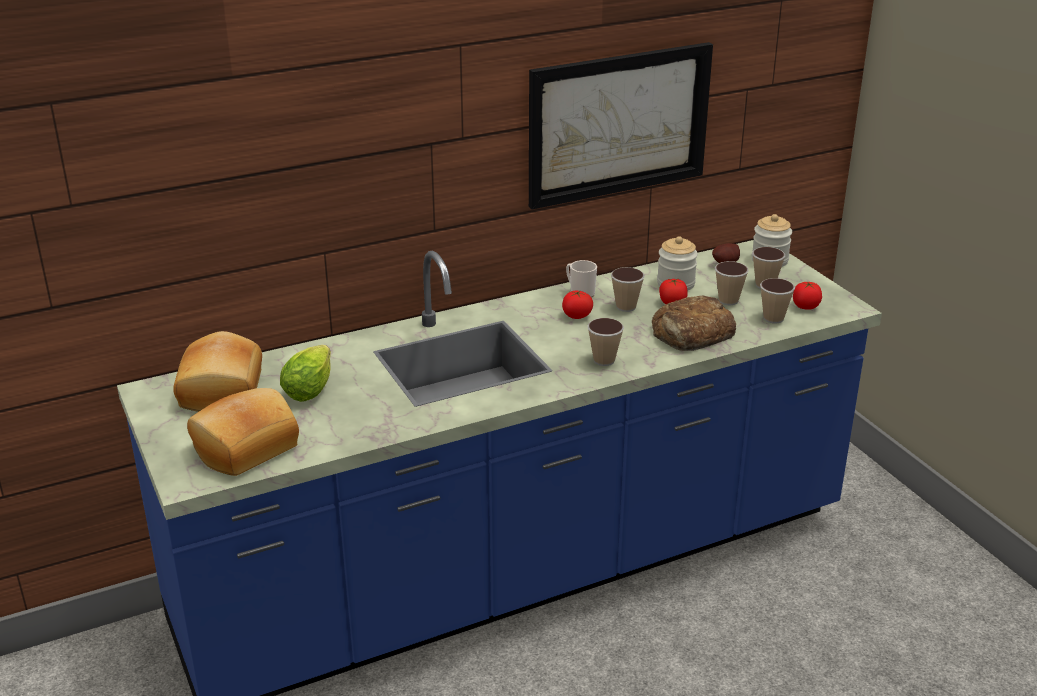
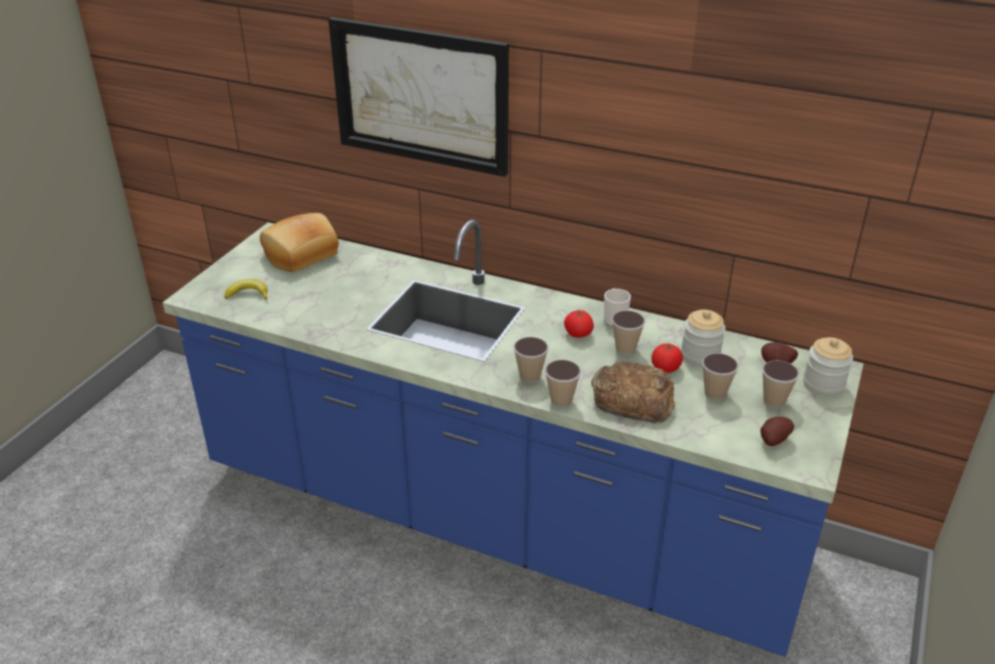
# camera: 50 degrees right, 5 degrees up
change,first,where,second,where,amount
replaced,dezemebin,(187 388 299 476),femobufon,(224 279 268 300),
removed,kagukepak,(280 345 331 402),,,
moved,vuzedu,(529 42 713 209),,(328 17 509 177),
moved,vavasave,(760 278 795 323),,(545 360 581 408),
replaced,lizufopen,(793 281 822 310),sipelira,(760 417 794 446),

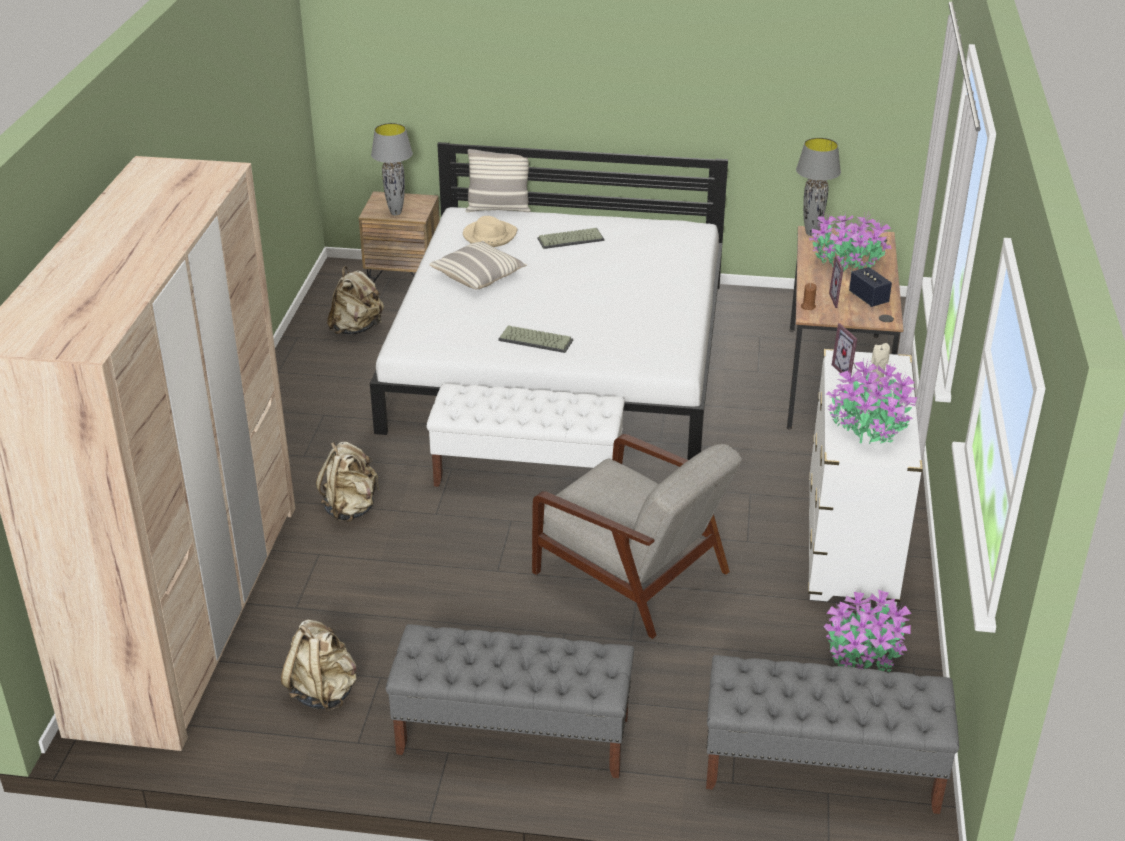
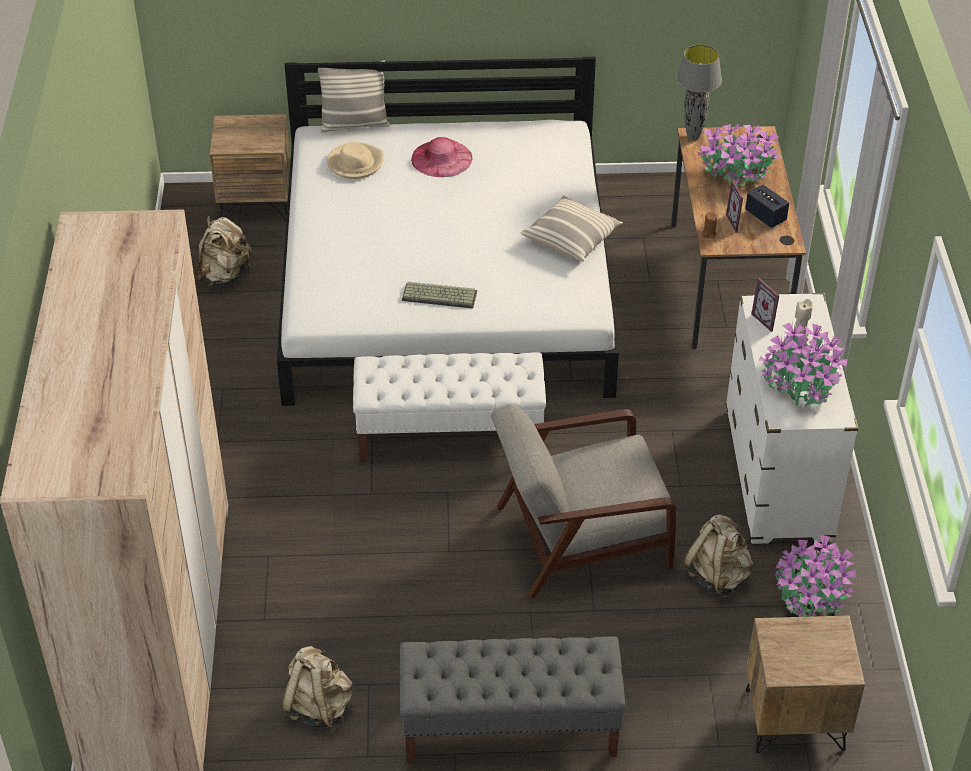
# camera: 10 degrees left, 10 degrees up
change,first,where,second,where,amount
moved,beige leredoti,(316 442 379 522),,(684 514 753 598),
removed,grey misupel,(371 123 413 215),,,
moved,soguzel,(429 241 527 289),,(521 195 623 262),
turned,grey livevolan,(532 434 741 639),,(491 404 678 599),135 degrees clockwise
replaced,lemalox,(538 228 604 249),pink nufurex,(411 137 472 177),
replaced,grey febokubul,(706 655 959 814),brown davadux,(746 616 865 753),

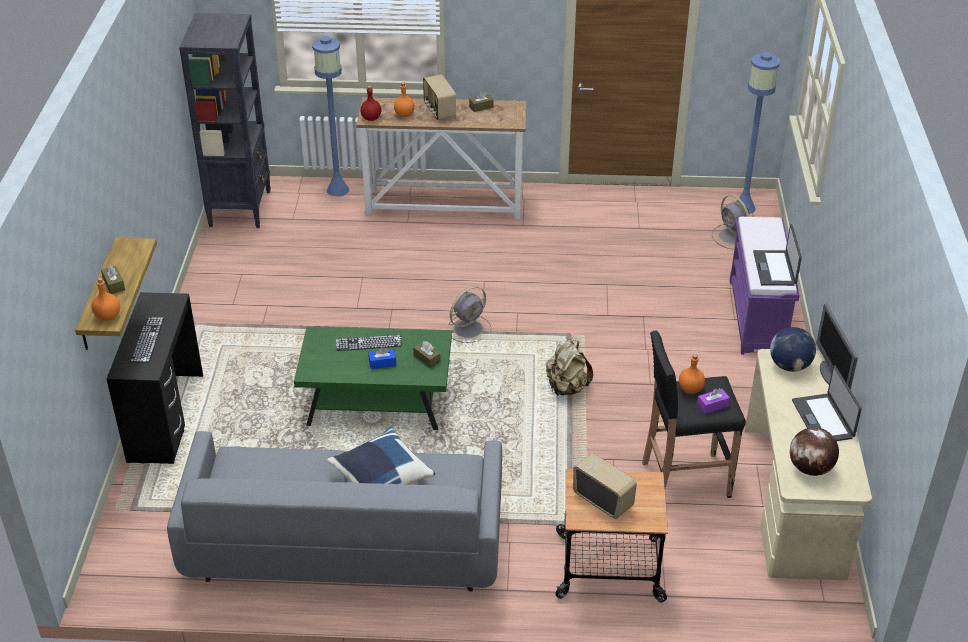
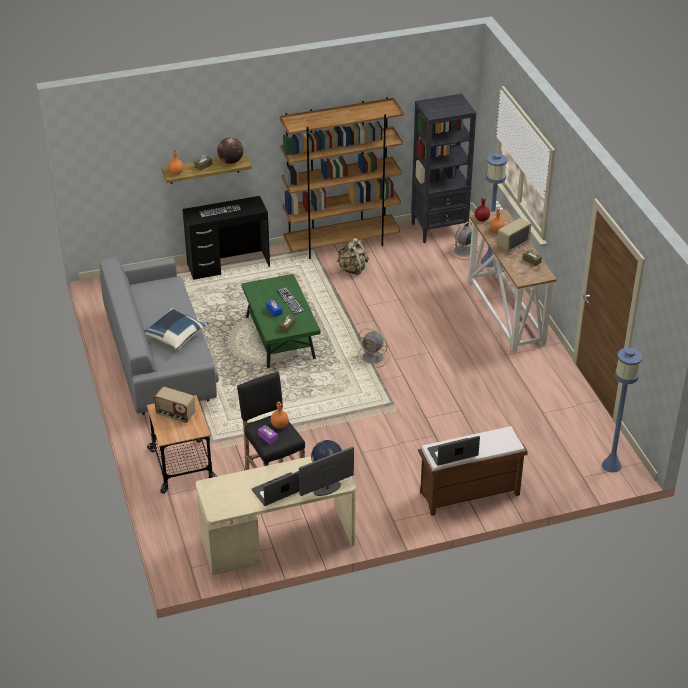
# camera: 70 degrees right, 0 degrees up
change,first,where,second,where,amount
moved,beige leredoti,(546 340 593 396),,(336 238 369 276),
turned,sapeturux,(573 453 637 519),,(154 387 195 423),90 degrees clockwise
moved,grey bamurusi,(712 195 749 249),,(450 222 477 260),
recoloured,purple febokubul,(729 217 800 354),brown febokubul,(418 426 528 516),
moved,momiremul,(790 427 839 476),,(217 138 243 164),
added,,,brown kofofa,(280 97 404 259),

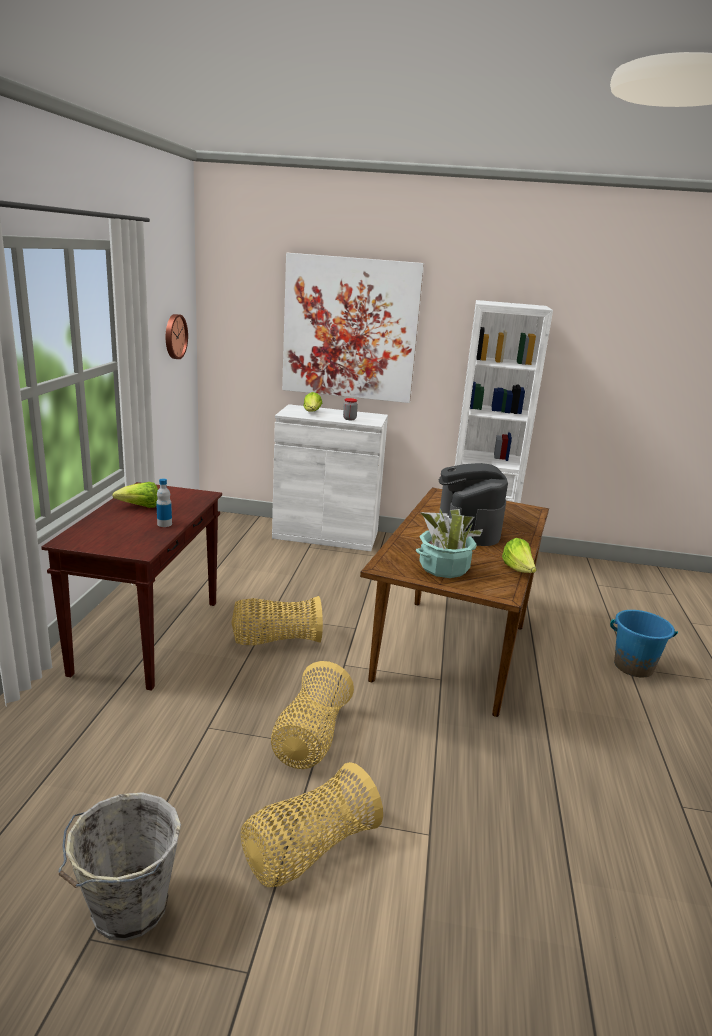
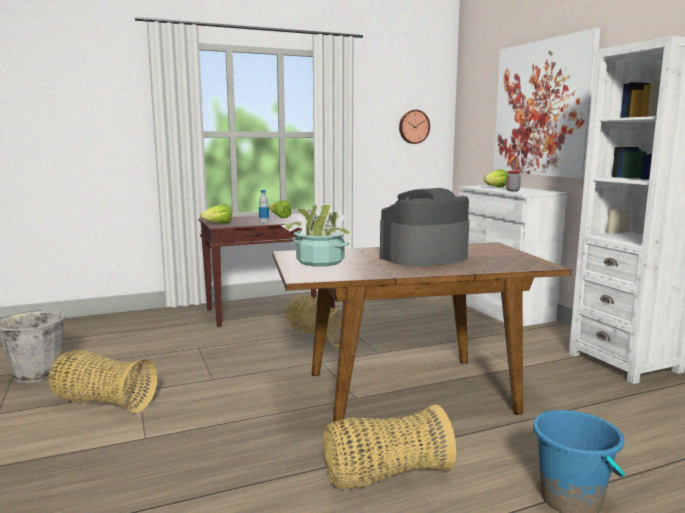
# camera: 60 degrees right, 10 degrees down
change,first,where,second,where,amount
moved,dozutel,(271 661 354 769),,(323 404 456 489),
moved,kagukepak,(502 538 537 573),,(200 204 232 223),

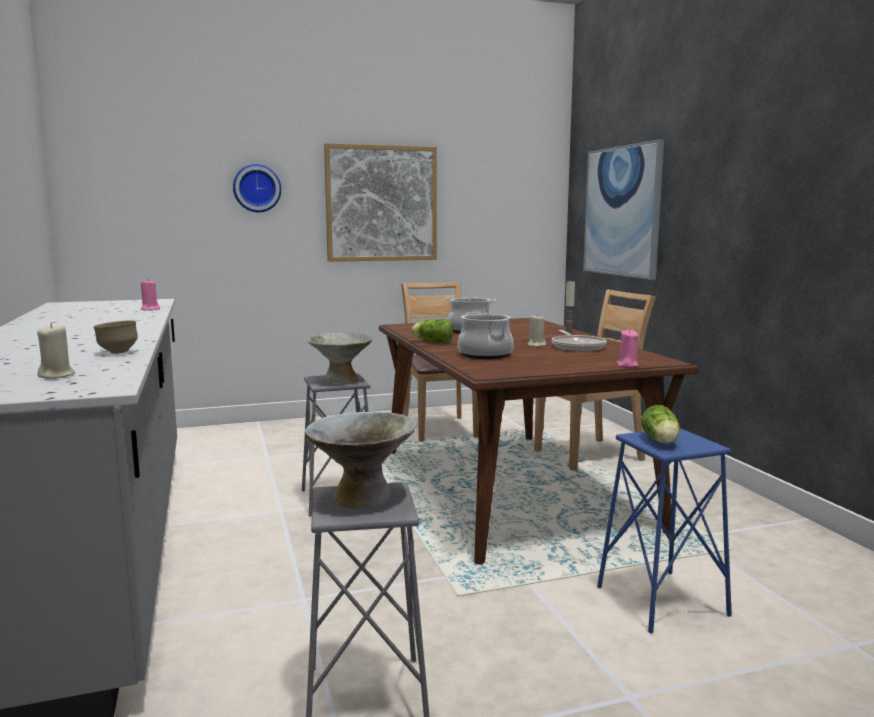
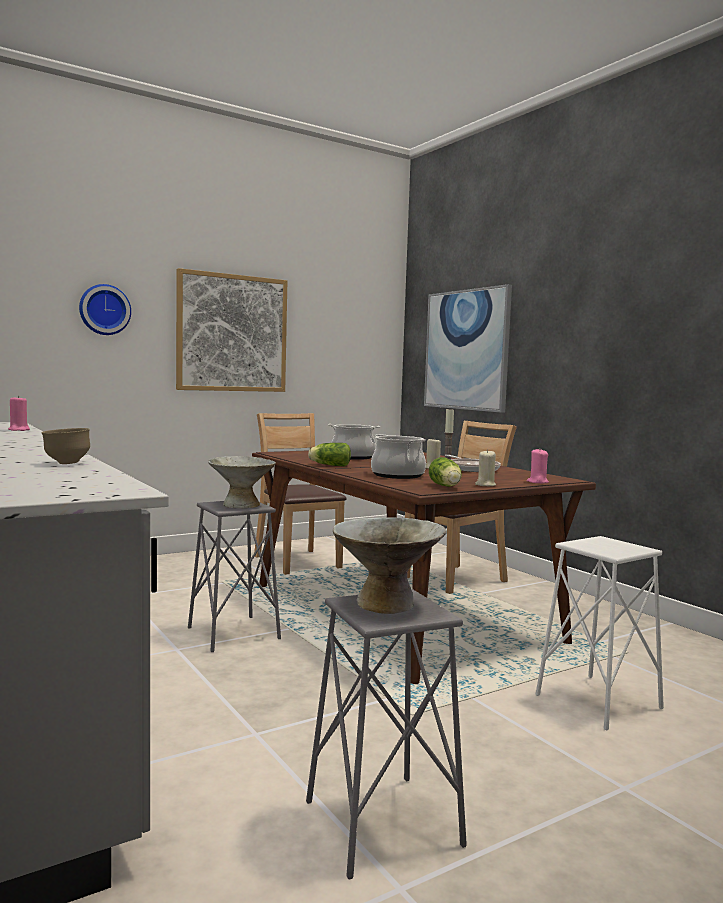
# camera: 15 degrees left, 5 degrees down
change,first,where,second,where,amount
moved,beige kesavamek,(37 323 75 379),,(475 449 496 486),
recoloured,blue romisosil,(597 428 732 634),white romisosil,(536 536 664 731),
moved,kagukepak,(641 405 680 444),,(429 457 462 487),

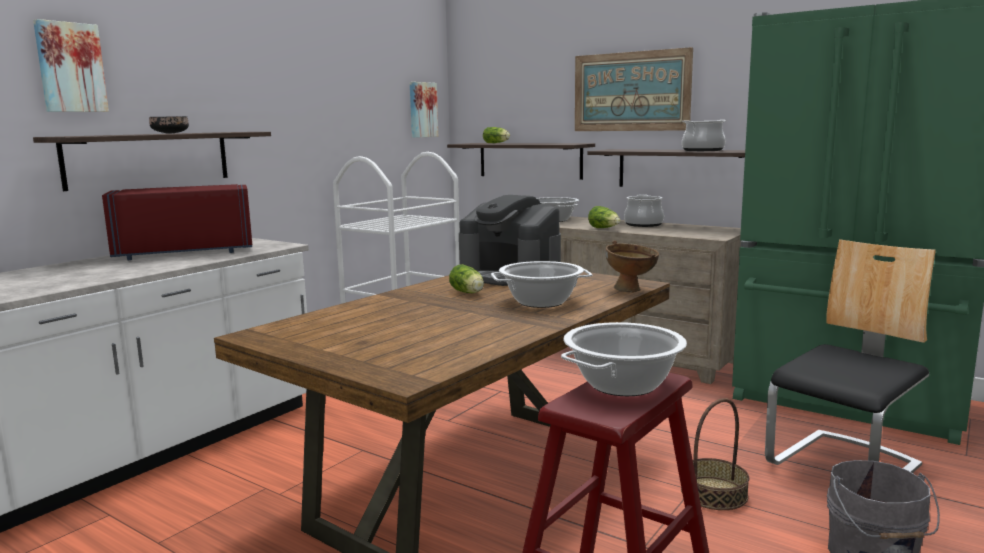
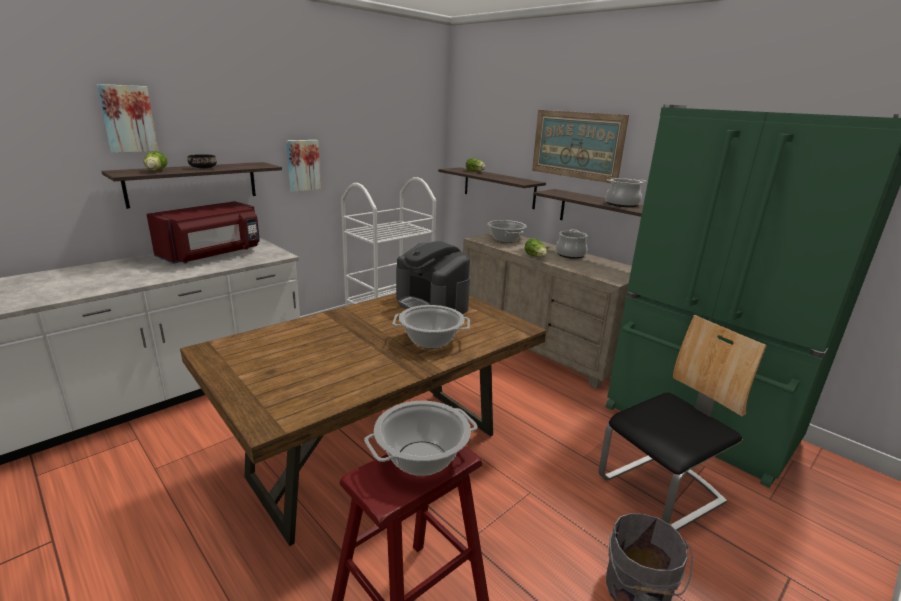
# camera: 10 degrees right, 10 degrees up
change,first,where,second,where,amount
turned,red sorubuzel,(102 184 252 260),,(146 201 260 264),135 degrees clockwise
moved,vuzedu,(410 82 438 138),,(286 140 321 192),
moved,kagukepak,(449 264 484 293),,(144 151 168 171),
removed,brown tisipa,(605 241 659 292),,,
removed,dozutel,(681 398 749 510),,,

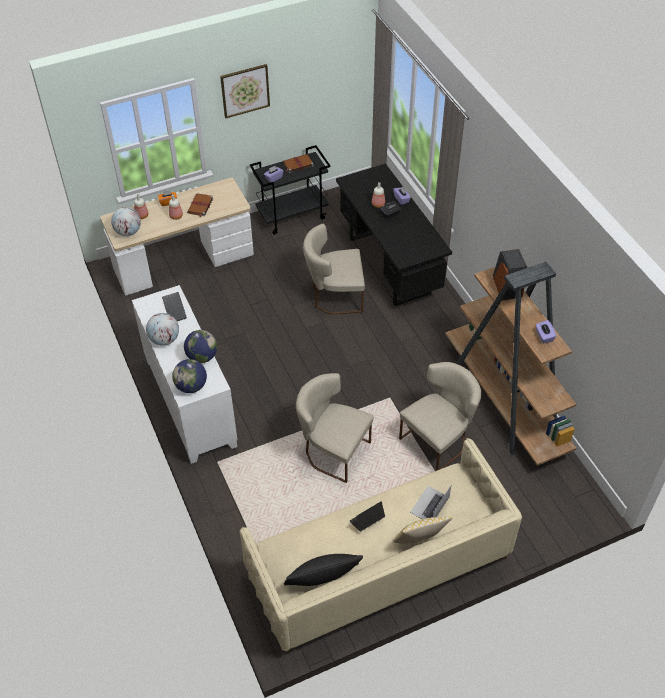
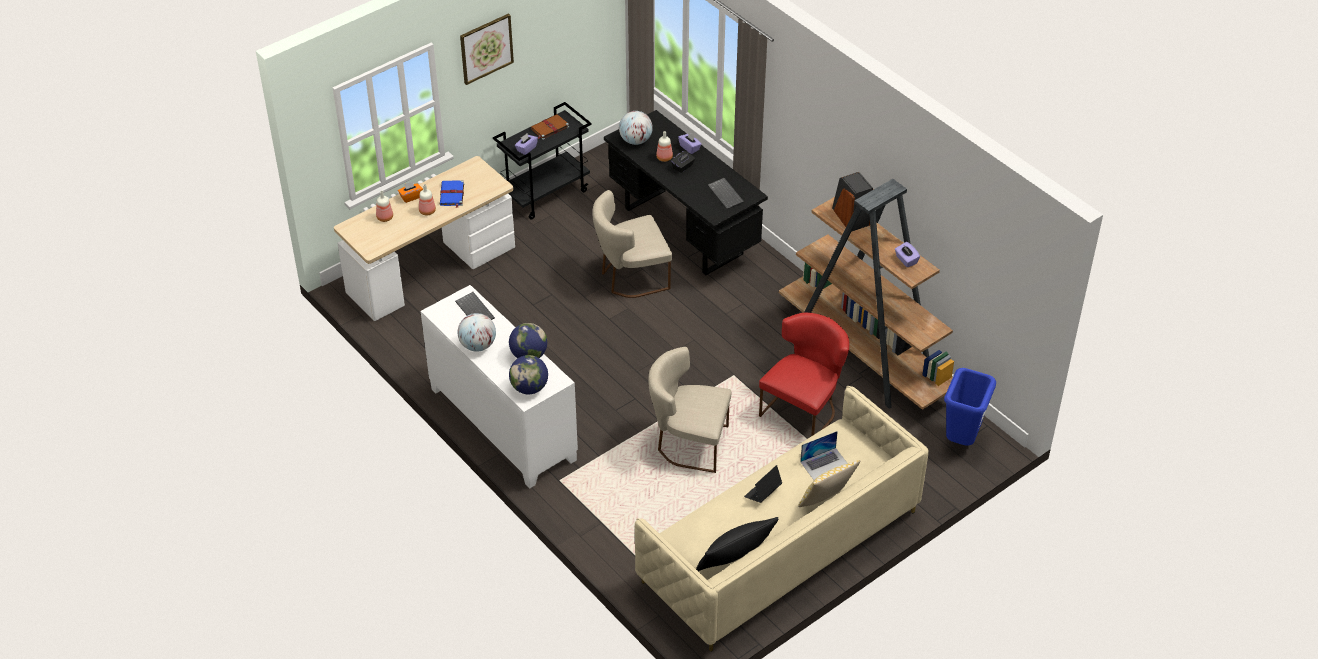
# camera: 15 degrees left, 5 degrees down
change,first,where,second,where,amount
moved,momiremul,(111 207 141 236),,(619 111 653 145),
recoloured,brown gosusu,(187 193 213 217),blue gosusu,(440 180 464 208),
recoloured,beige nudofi,(399 362 482 471),red nudofi,(759 312 849 436),
turned,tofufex,(410 486 451 519),,(800 431 848 480),135 degrees counterclockwise
added,,,lemalox,(708 178 744 209),
added,,,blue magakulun,(944 368 996 446),

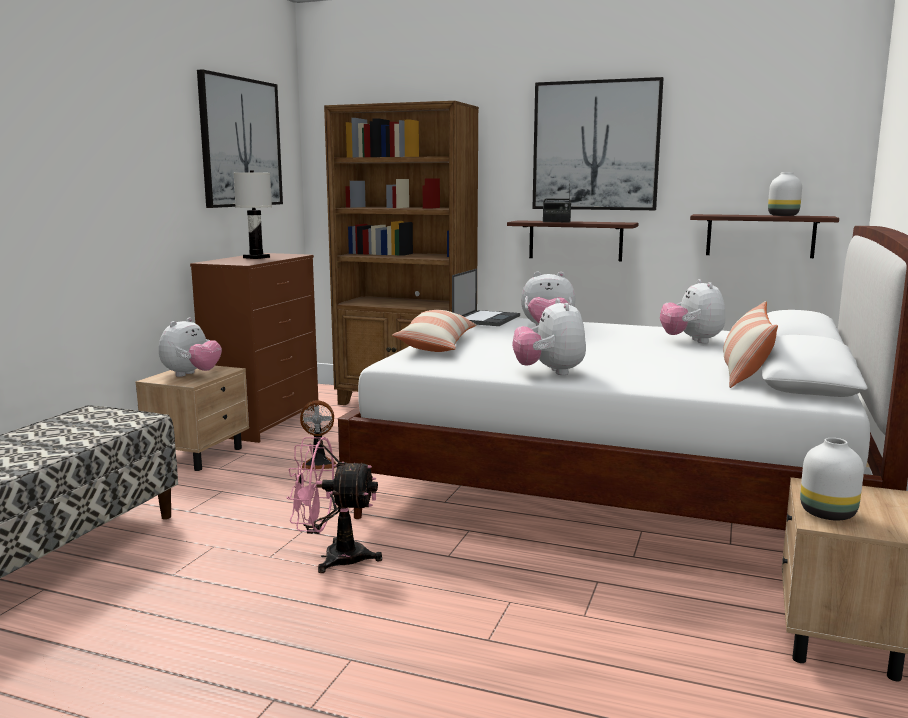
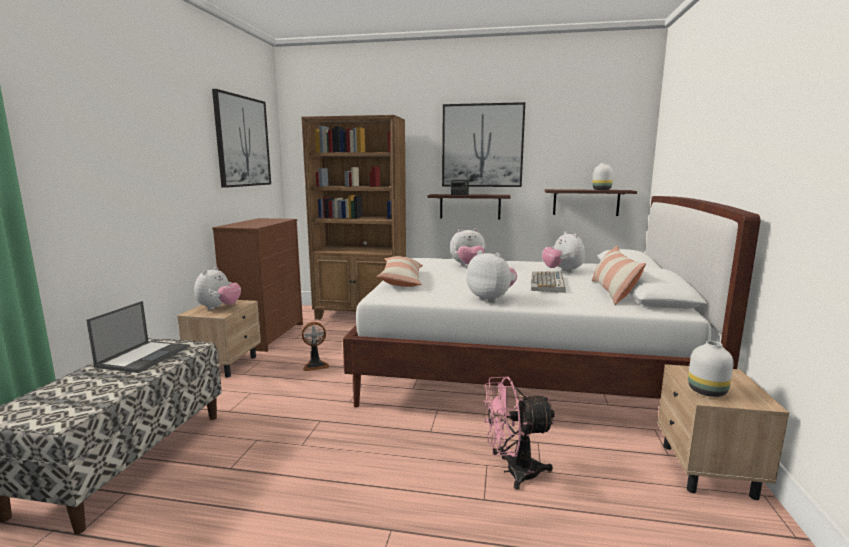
# camera: 10 degrees left, 0 degrees up
change,first,where,second,where,amount
removed,white misupel,(233 171 272 259),,,
moved,pink bamurusi,(287 437 382 573),,(483 377 556 490),
moved,tofufex,(452 269 520 326),,(86 301 188 373),
turned,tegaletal,(512 298 586 375),,(466 250 517 303),150 degrees clockwise
added,,,lemalox,(531 271 565 293),

